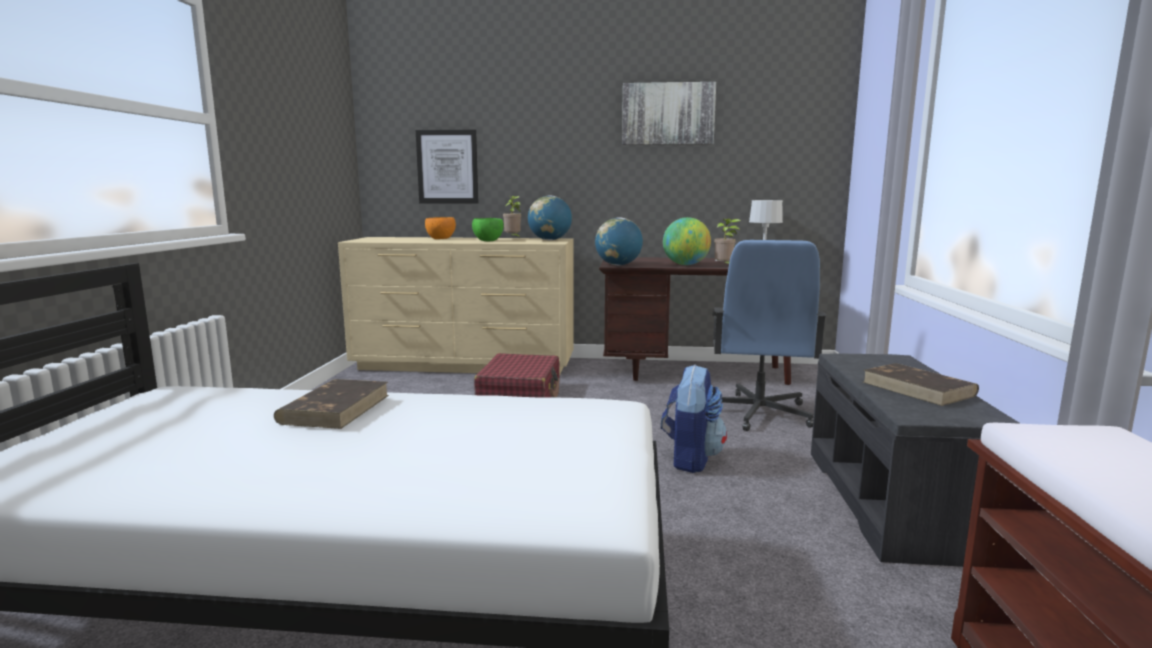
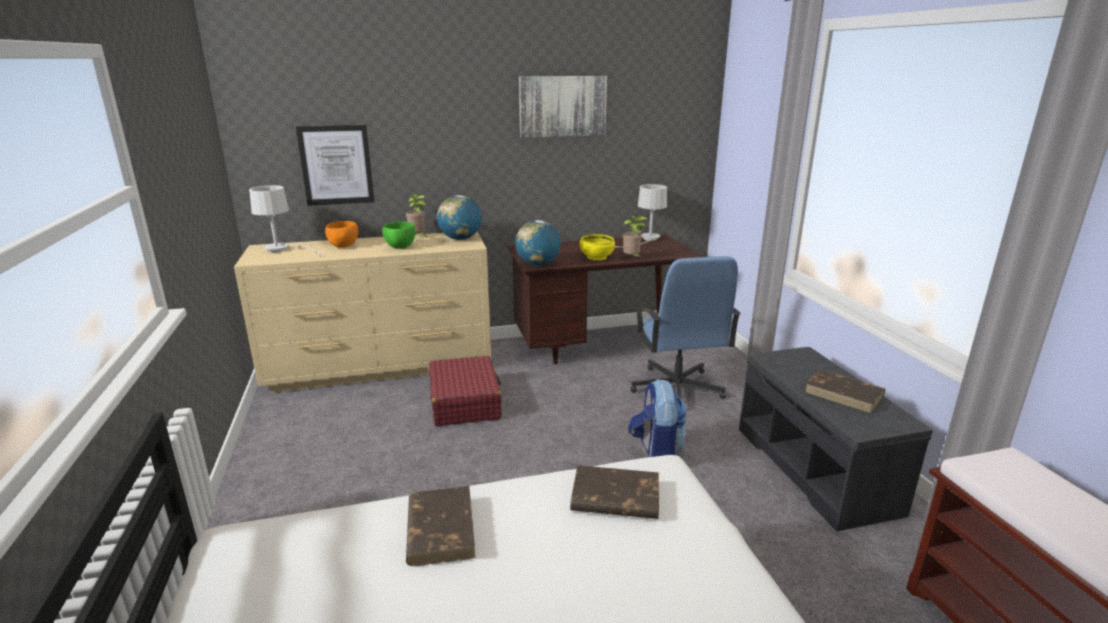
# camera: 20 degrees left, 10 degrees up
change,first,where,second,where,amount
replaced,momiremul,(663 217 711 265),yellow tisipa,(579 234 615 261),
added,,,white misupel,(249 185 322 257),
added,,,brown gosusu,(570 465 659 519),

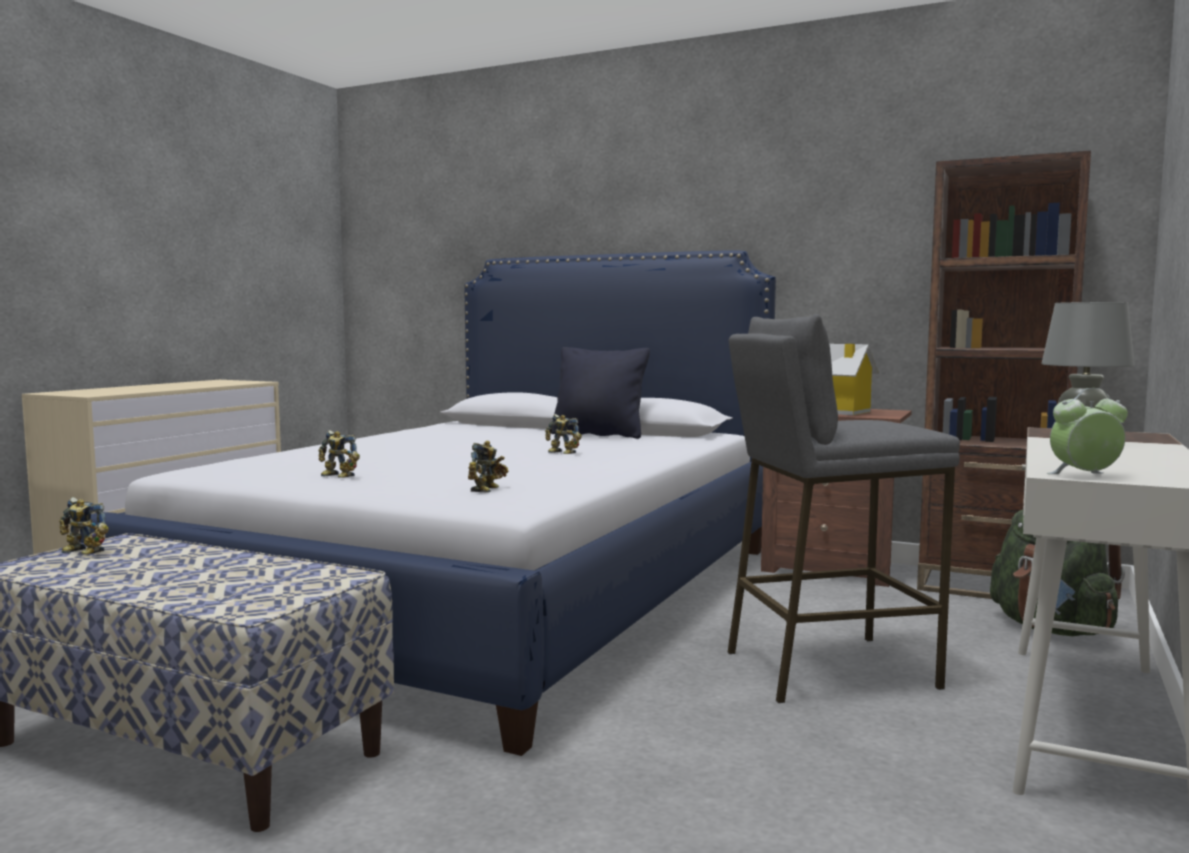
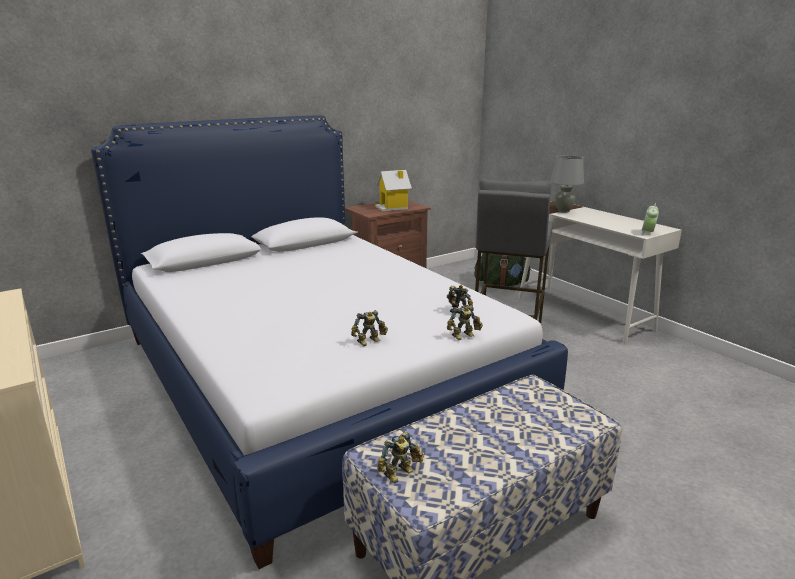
# camera: 60 degrees left, 15 degrees up
change,first,where,second,where,amount
moved,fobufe,(545 414 582 454),,(447 305 483 340),
removed,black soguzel,(551 347 650 439),,,
removed,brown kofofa,(917 150 1091 599),,,

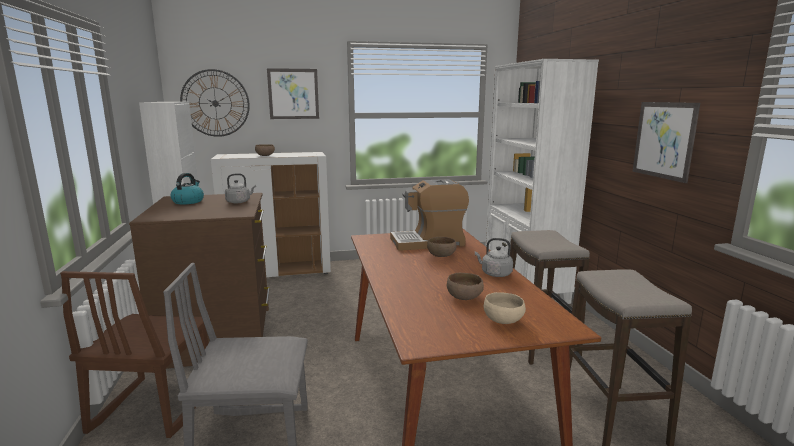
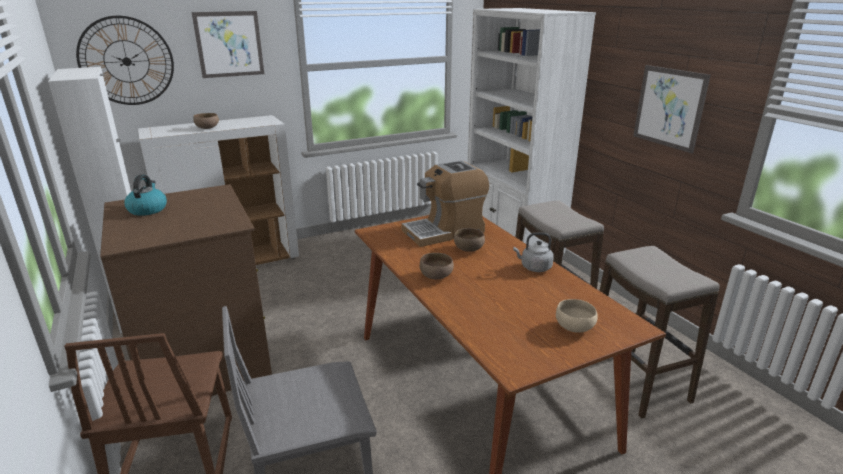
# camera: 15 degrees left, 10 degrees up
change,first,where,second,where,amount
removed,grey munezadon,(225 173 256 203),,,
moved,brown tisipa,(447 273 484 300),,(419 253 454 279),

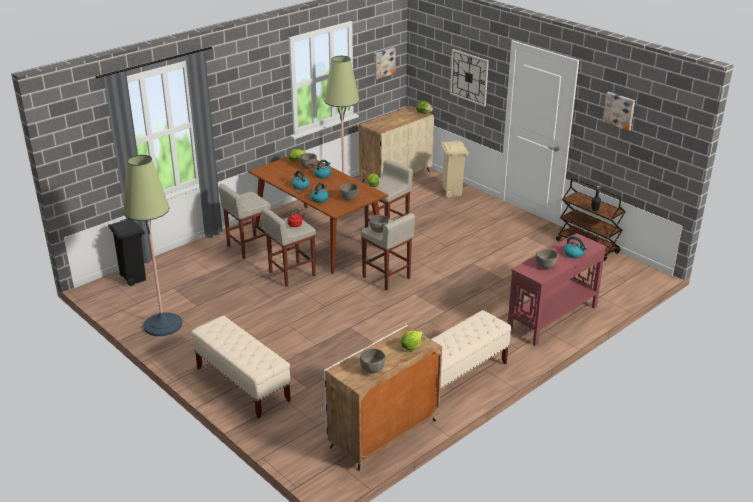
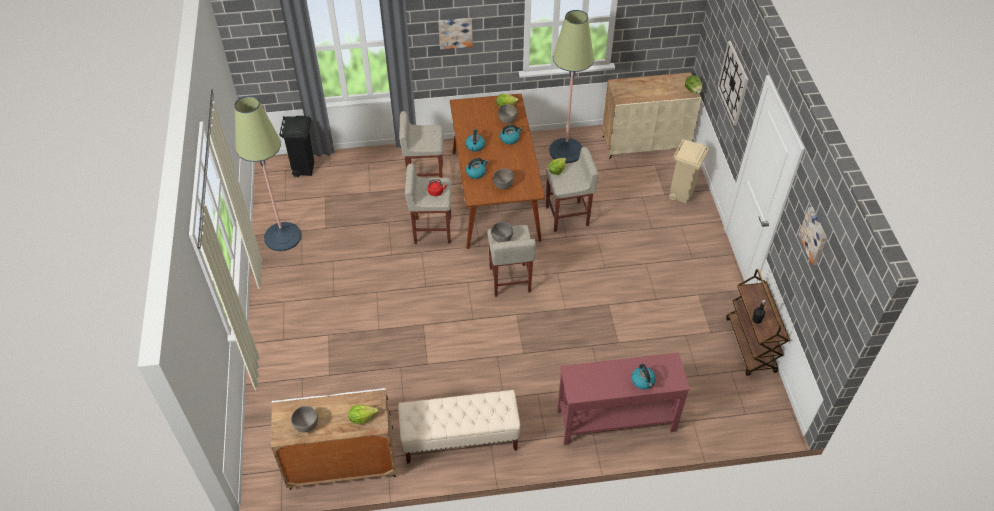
# camera: 35 degrees right, 20 degrees up
change,first,where,second,where,amount
removed,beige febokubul,(191 316 291 419),,,
moved,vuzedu,(374 48 396 79),,(438 18 473 49),
removed,grey tisipa,(536 249 558 269),,,

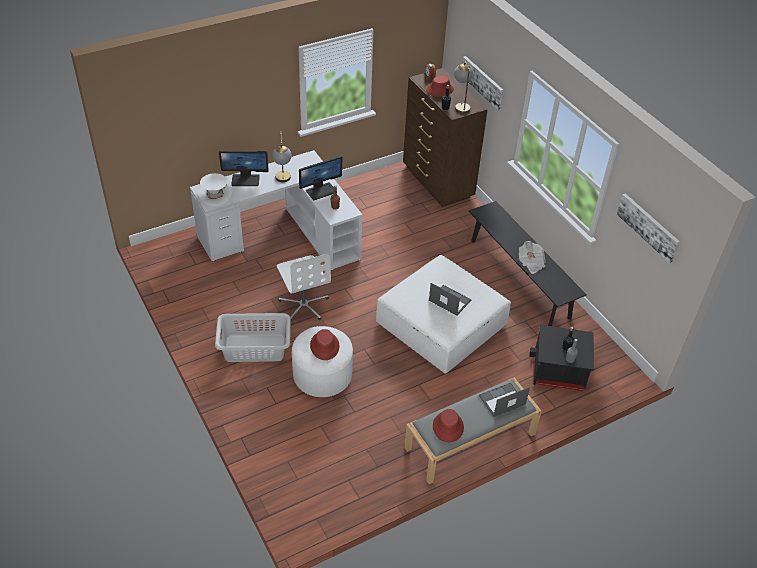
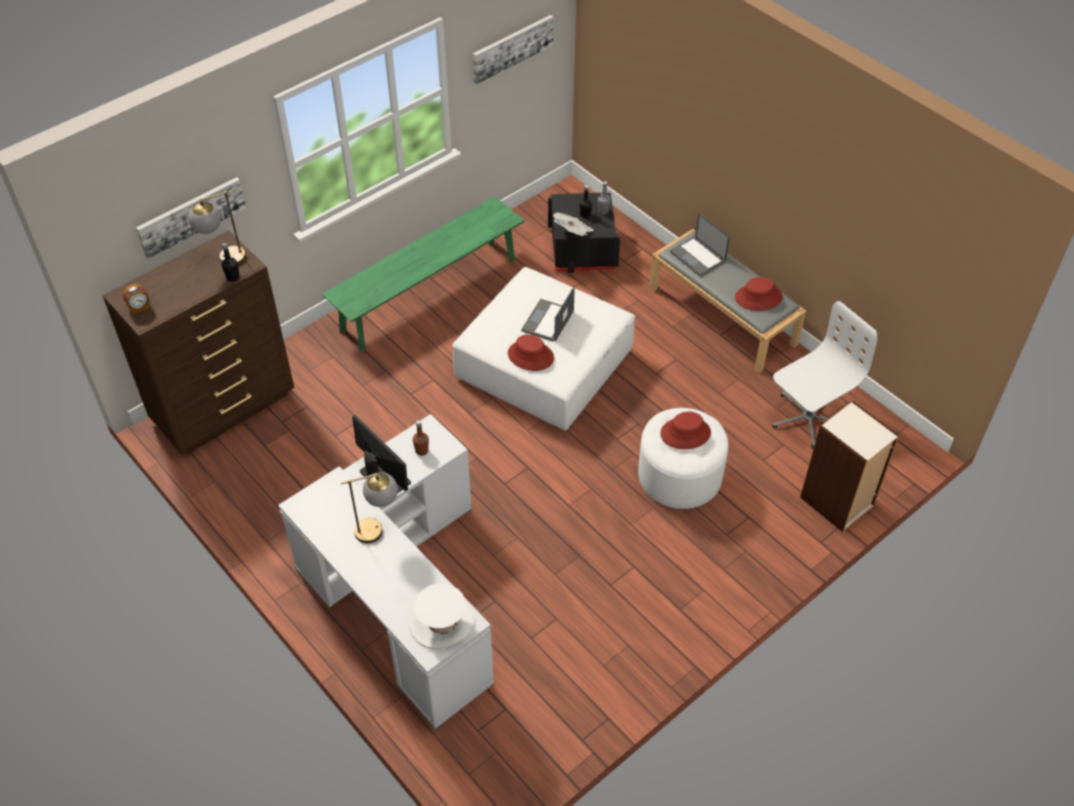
# camera: 100 degrees left, 5 degrees up
change,first,where,second,where,amount
removed,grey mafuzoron,(215 313 291 362),,,
removed,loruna,(219 151 269 186),,,
moved,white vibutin,(277 254 331 320),,(772 301 877 448),
moved,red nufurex,(426 76 454 97),,(508 334 554 371),
recoloured,black febokubul,(469 201 587 326),green febokubul,(322 197 525 352),
moved,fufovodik,(519 241 545 274),,(553 212 593 236),
added,,,kofofa,(800 401 899 532),

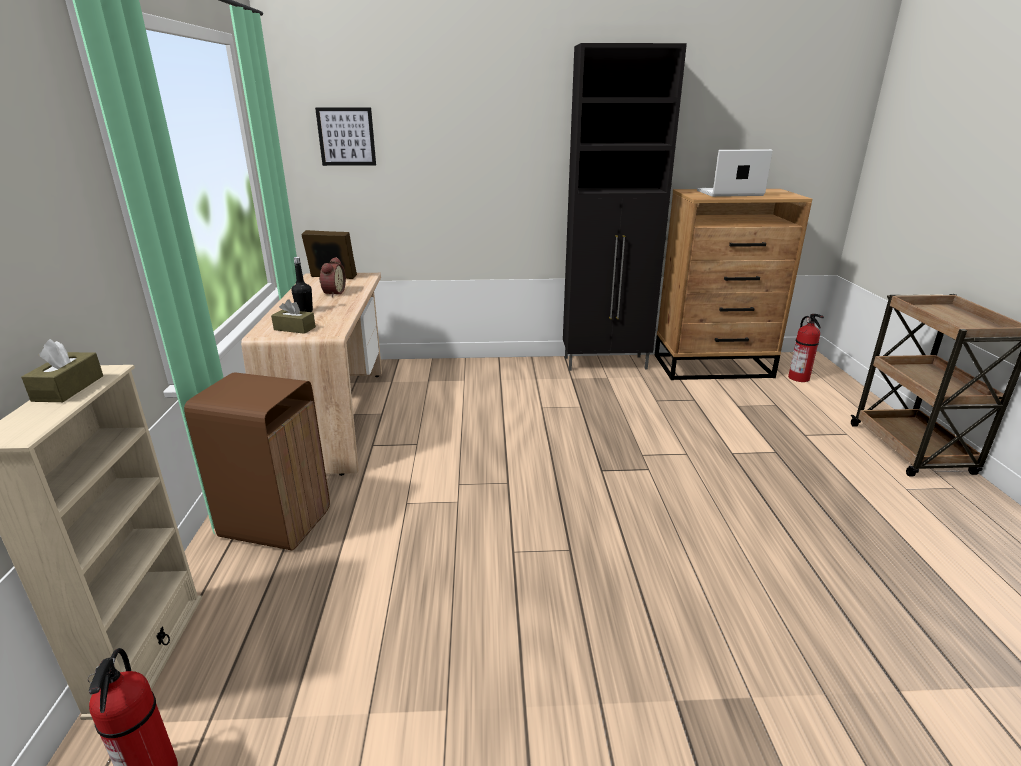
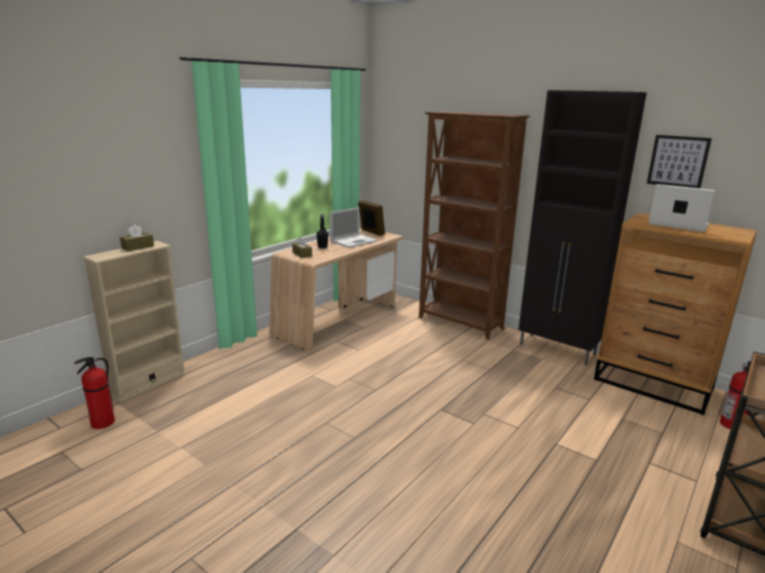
# camera: 40 degrees right, 5 degrees down
change,first,where,second,where,amount
removed,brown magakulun,(184 372 330 550),,,
moved,vuzedu,(315 107 376 166),,(647 135 712 188),
replaced,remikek,(319 257 346 297),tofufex,(330 207 378 248),
added,,,brown kofofa,(419 111 530 339),

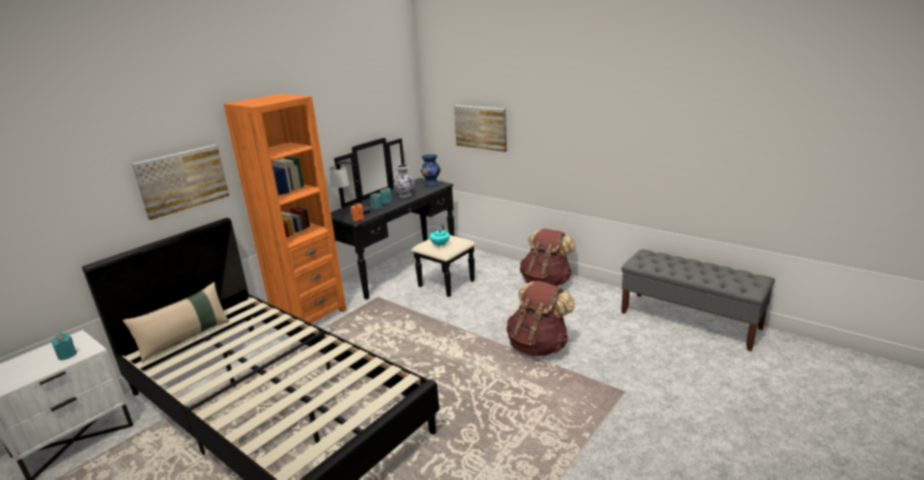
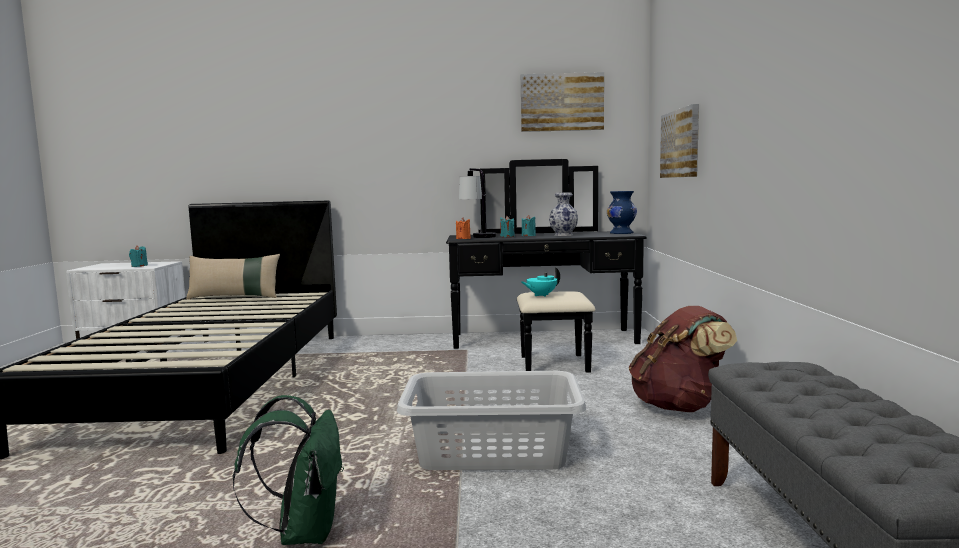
# camera: 50 degrees right, 15 degrees down
change,first,where,second,where,amount
moved,vuzedu,(132 145 229 220),,(521 72 604 132),
removed,orange kofofa,(223 94 346 323),,,
replaced,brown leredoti,(507 281 575 356),grey mafuzoron,(397 371 586 470),
added,,,green leredoti,(233 395 344 545),

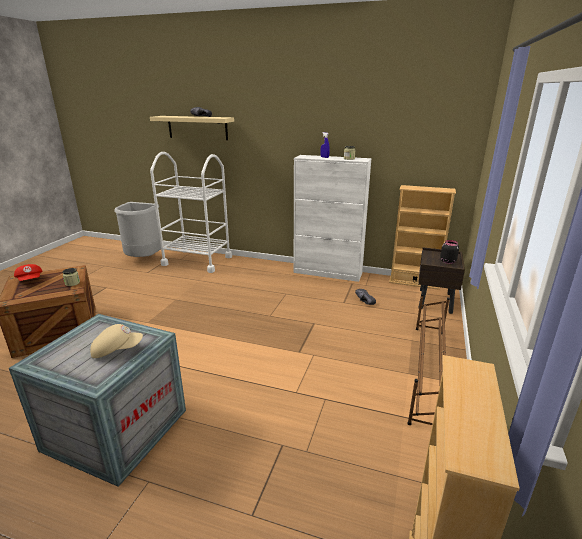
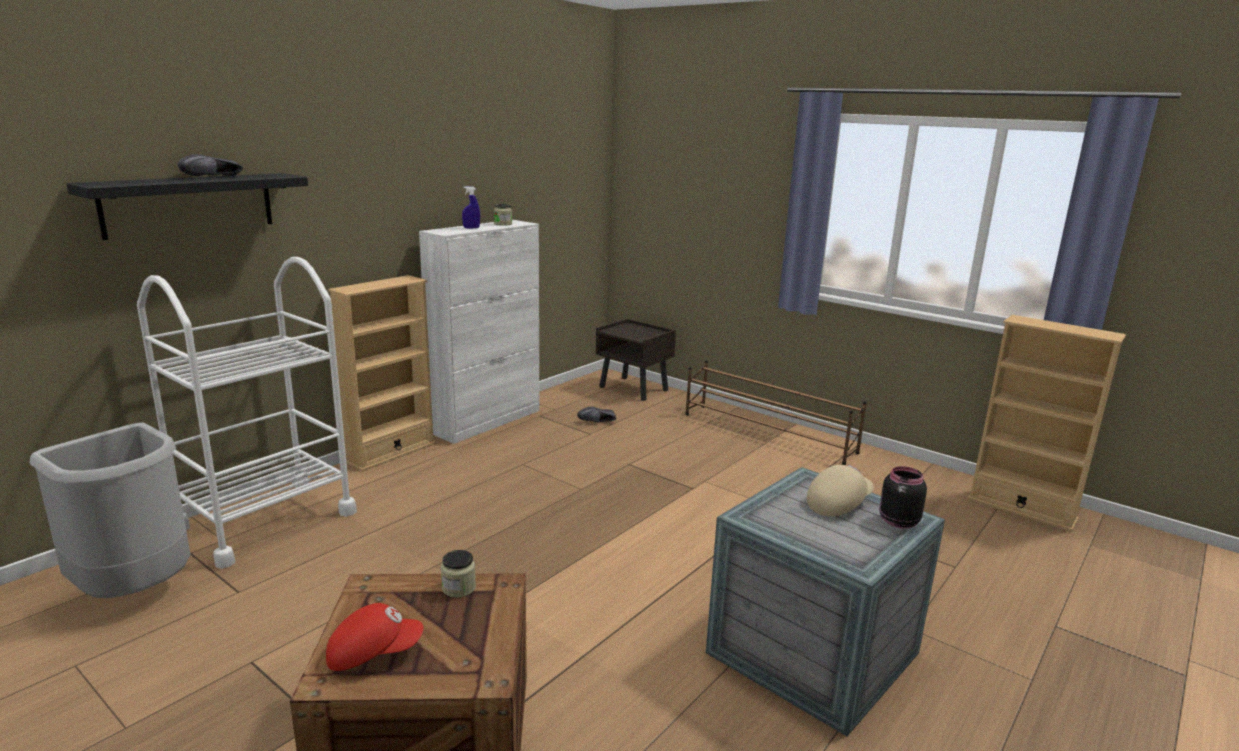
# camera: 70 degrees left, 5 degrees down
change,first,where,second,where,amount
turned,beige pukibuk,(90 324 143 358),,(807 465 874 517),45 degrees clockwise
recoloured,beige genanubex,(150 116 234 140),black genanubex,(67 173 308 240),
moved,beige kofofa,(389 185 456 290),,(328 275 436 472),
moved,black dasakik,(440 240 459 264),,(879 466 927 528),

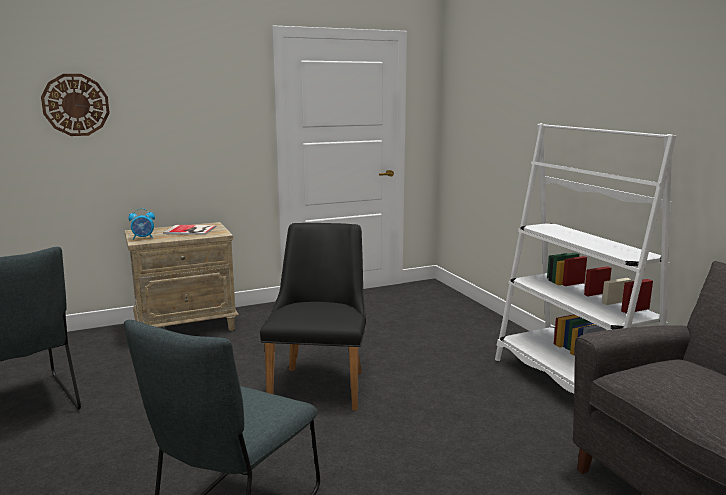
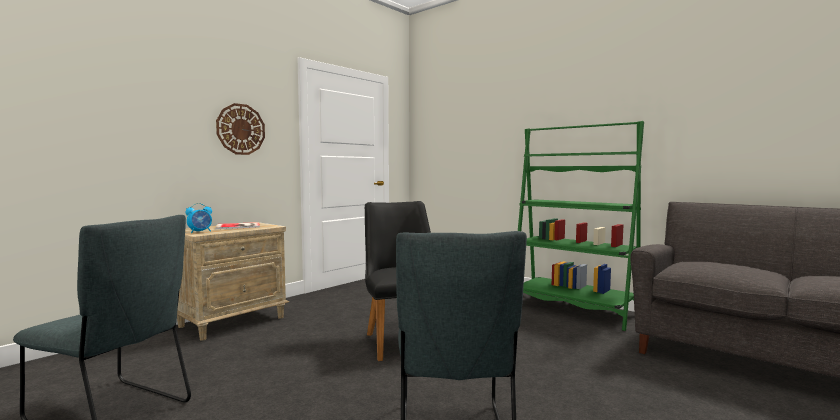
# camera: 25 degrees left, 10 degrees down
change,first,where,second,where,amount
moved,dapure,(41 74 110 136),,(216 103 265 155),
recoloured,white kofofa,(495 123 676 393),green kofofa,(518 121 644 331),

